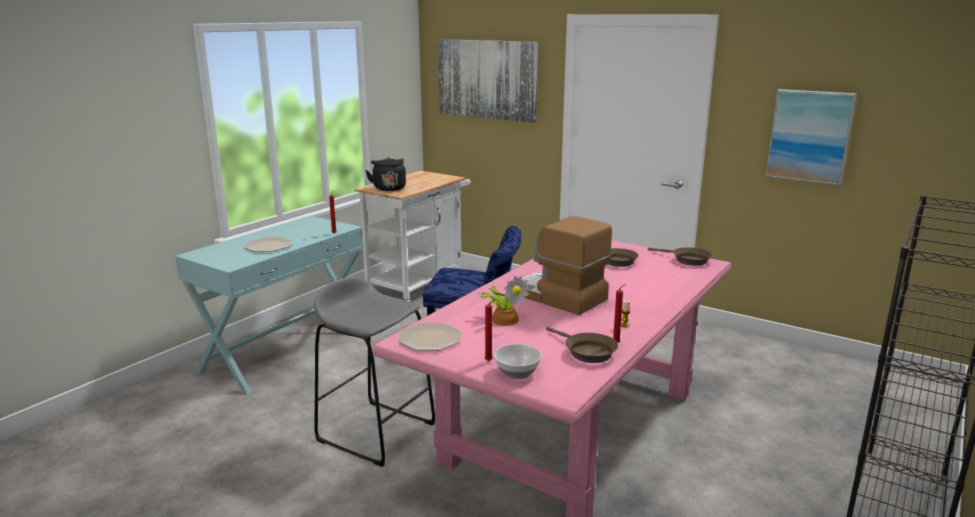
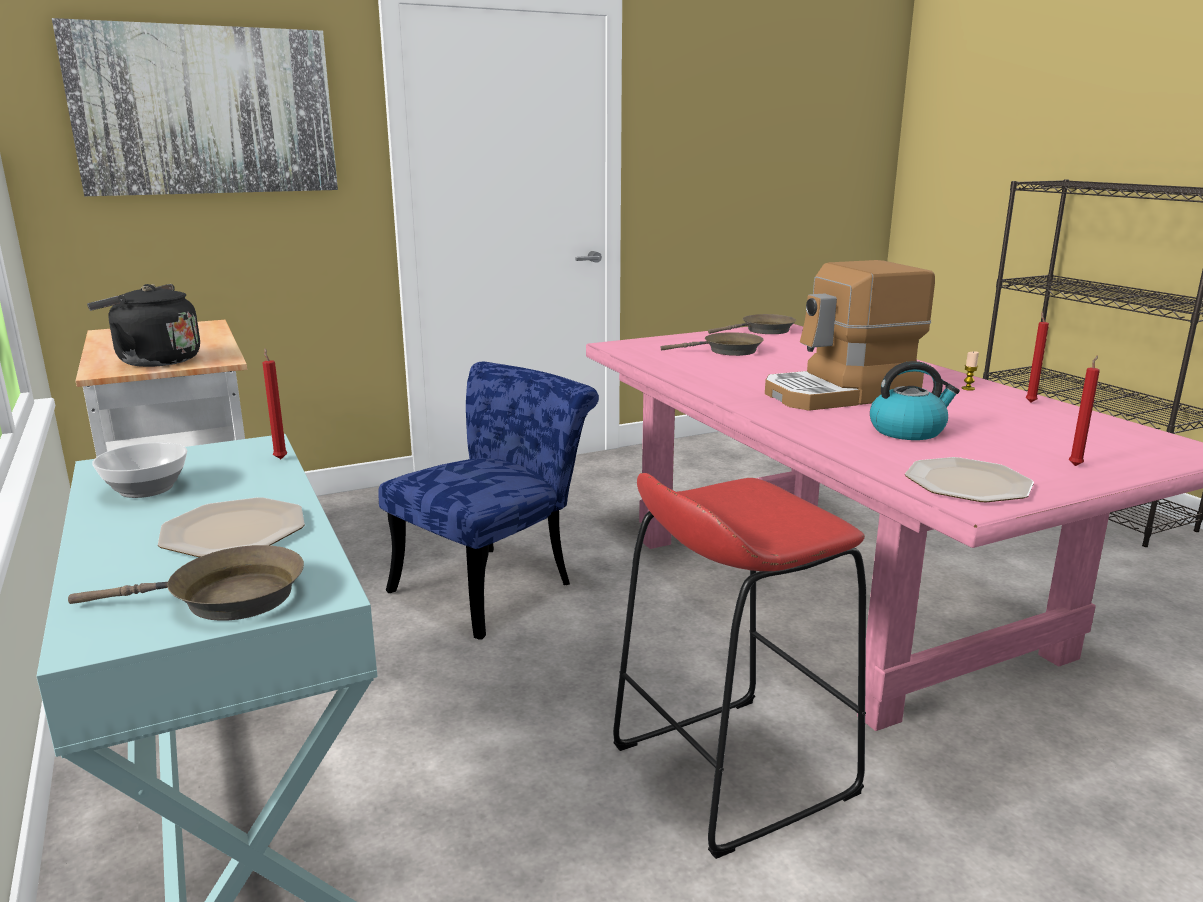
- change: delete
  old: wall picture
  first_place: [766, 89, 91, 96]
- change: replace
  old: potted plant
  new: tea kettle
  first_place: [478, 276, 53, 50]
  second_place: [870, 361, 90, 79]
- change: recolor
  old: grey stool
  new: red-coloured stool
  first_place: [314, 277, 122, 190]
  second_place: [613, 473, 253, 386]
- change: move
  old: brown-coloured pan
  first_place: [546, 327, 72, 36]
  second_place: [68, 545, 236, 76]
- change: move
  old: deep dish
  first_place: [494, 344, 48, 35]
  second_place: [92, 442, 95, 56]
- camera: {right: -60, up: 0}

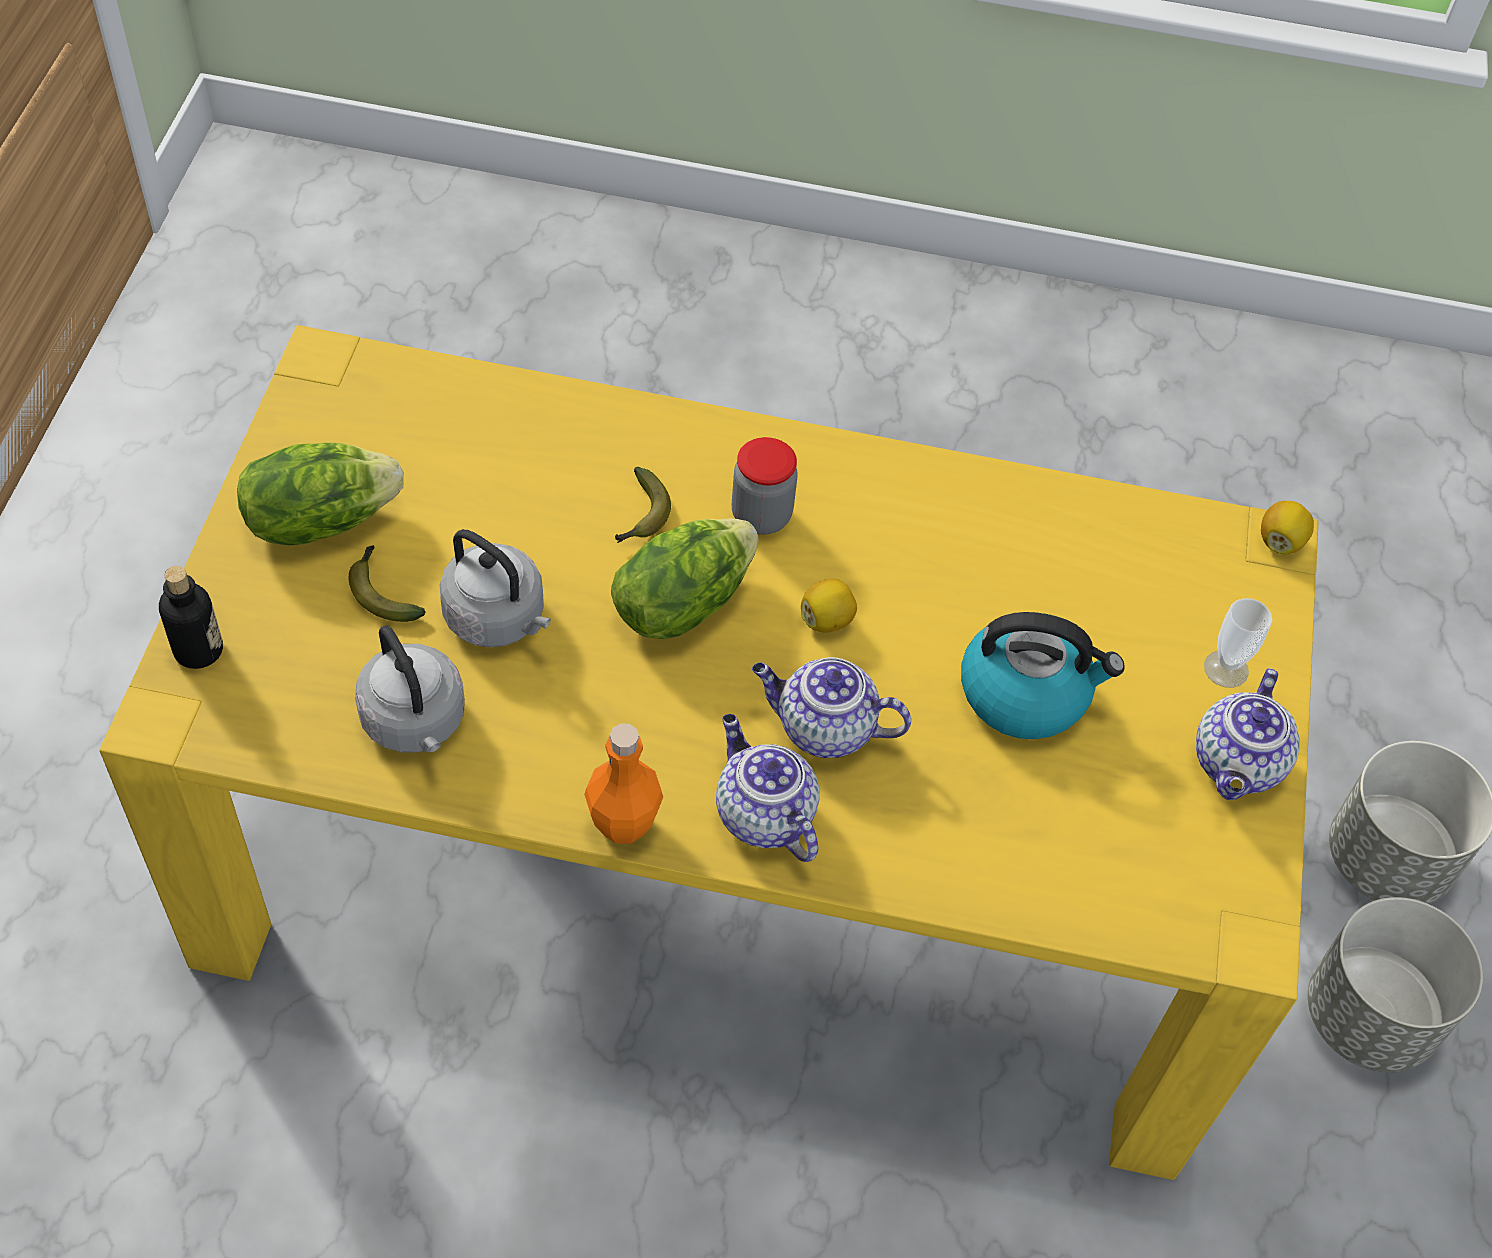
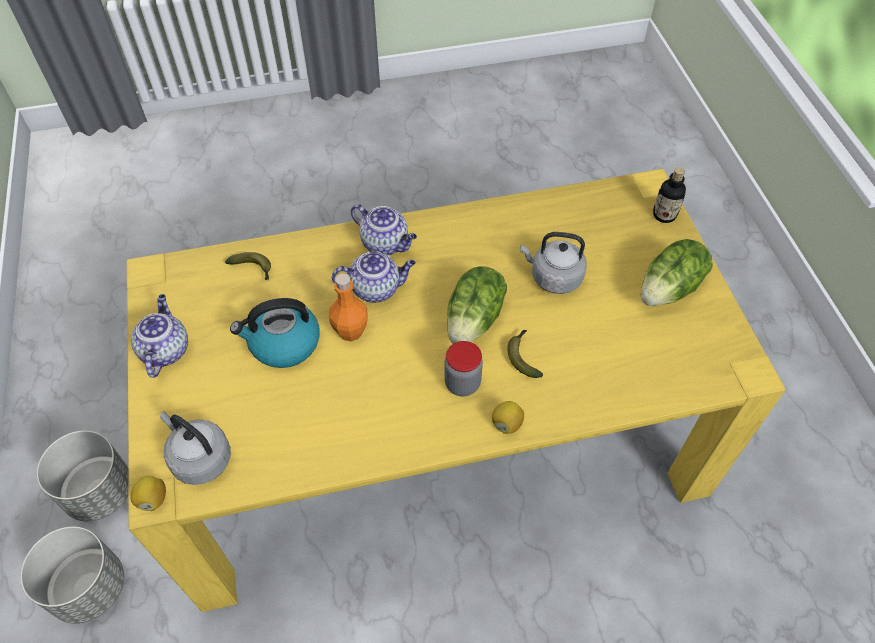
- change: move
  old: banana fruit
  first_place: [349, 545, 77, 77]
  second_place: [225, 252, 46, 28]
- change: move
  old: whole lemon
  first_place: [801, 578, 56, 55]
  second_place: [492, 401, 32, 33]
- change: delete
  old: drinking cup
  first_place: [1204, 598, 68, 90]
- change: move
  old: grey tea kettle
  first_place: [355, 625, 110, 128]
  second_place: [160, 411, 71, 74]
- change: move
  old: orangey bottle
  first_place: [584, 723, 79, 121]
  second_place: [329, 273, 39, 69]
- camera: {right: 160, up: 0}

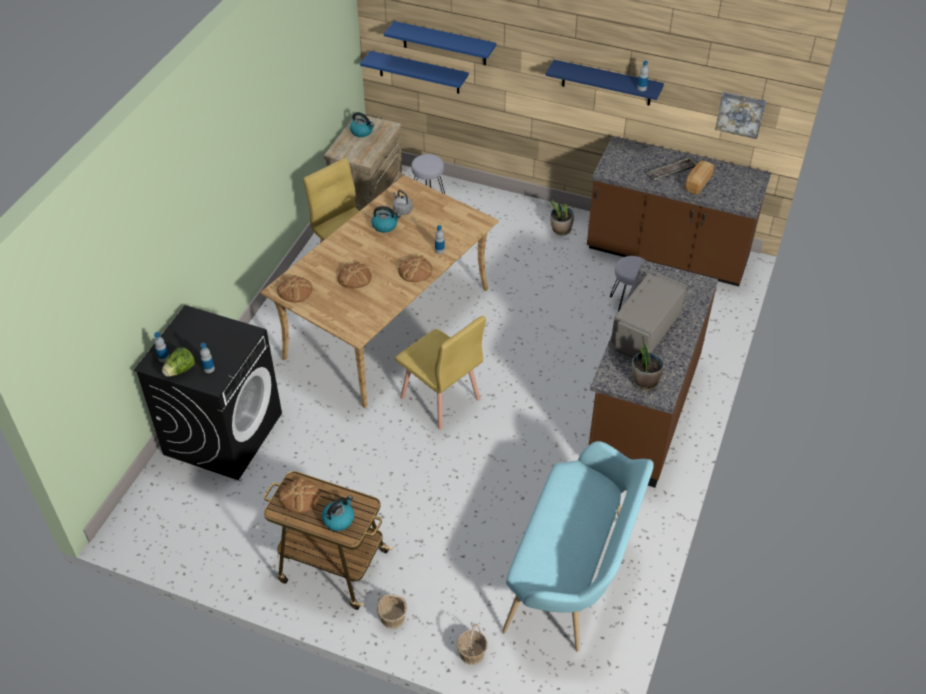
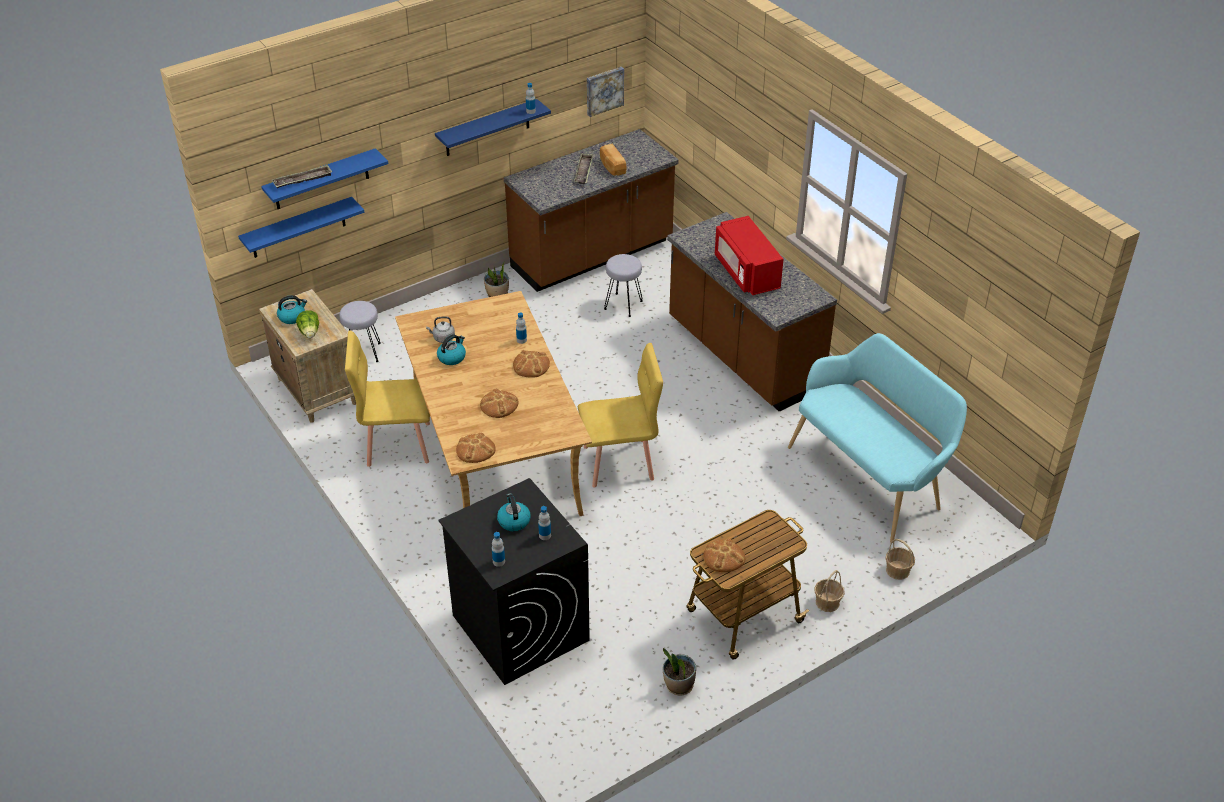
- change: recolor
  old: grey microwave
  new: red-coloured microwave
  first_place: [611, 273, 76, 85]
  second_place: [715, 216, 69, 79]
- change: move
  old: potted plant
  first_place: [632, 334, 32, 56]
  second_place: [663, 648, 33, 48]
- change: move
  old: lettuce
  first_place: [162, 347, 33, 30]
  second_place: [296, 310, 23, 28]
- change: move
  old: tea kettle
  first_place: [322, 495, 32, 36]
  second_place: [497, 493, 34, 38]
- change: insert
  new: carrying tray
  second_place: [272, 164, 60, 24]
- camera: {right: -55, up: -5}

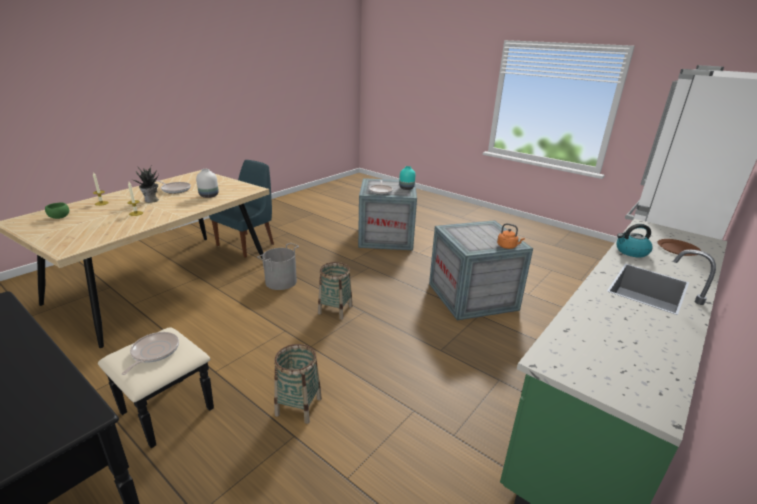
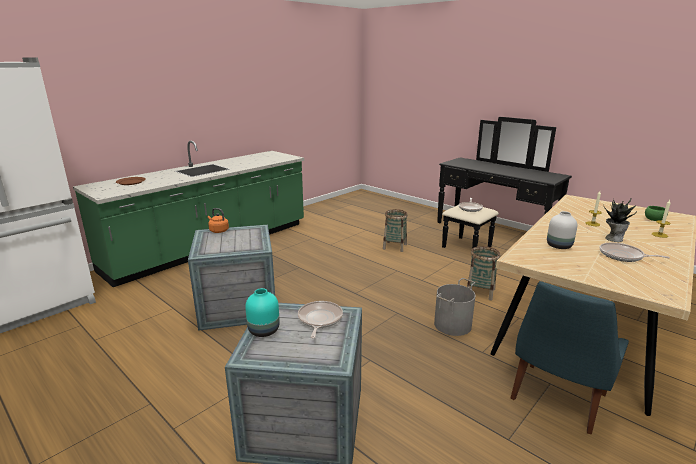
- change: delete
  old: tea kettle
  first_place: [616, 224, 37, 34]
- change: move
  old: storage basket
  first_place: [318, 262, 34, 58]
  second_place: [467, 246, 33, 54]
- camera: {right: -175, up: -5}

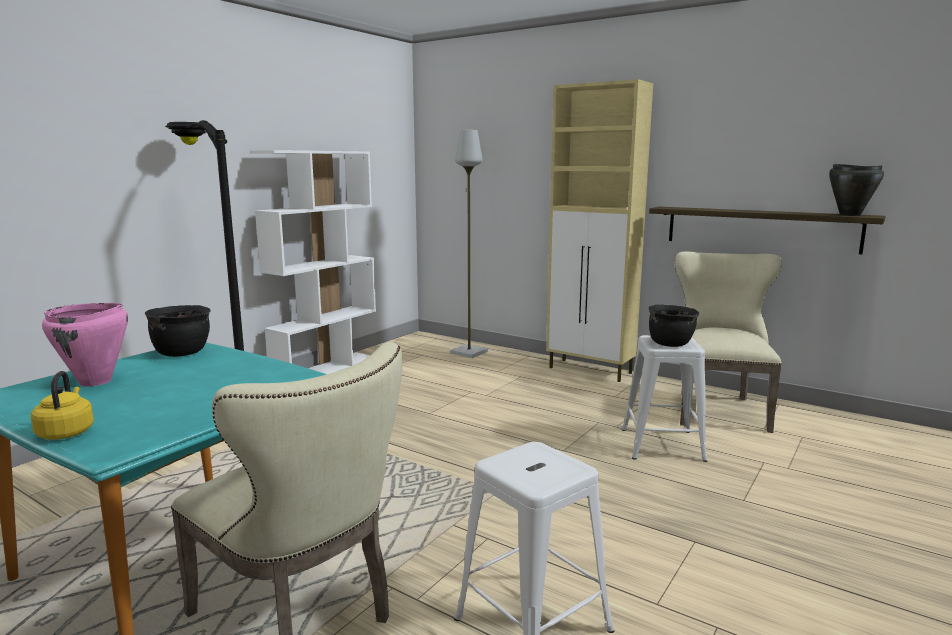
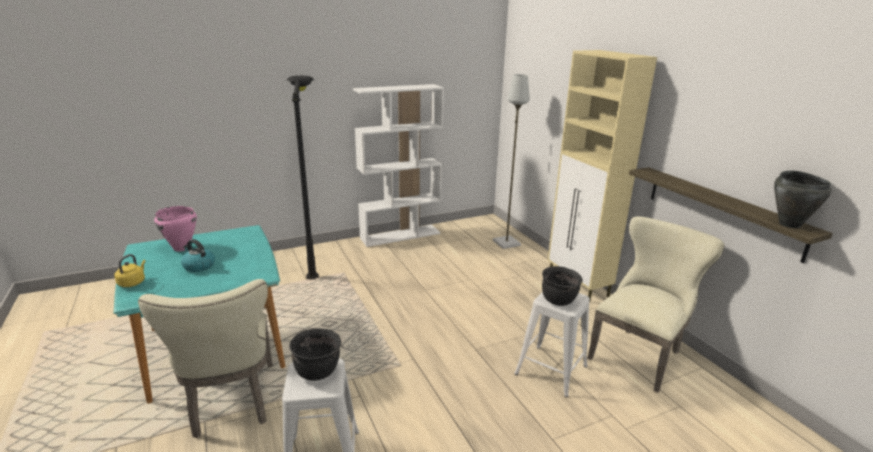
- change: move
  old: black-coloured stockpot
  first_place: [145, 305, 66, 52]
  second_place: [289, 328, 52, 53]
- change: insert
  new: tea kettle
  second_place: [181, 239, 34, 33]
- camera: {right: 30, up: 10}

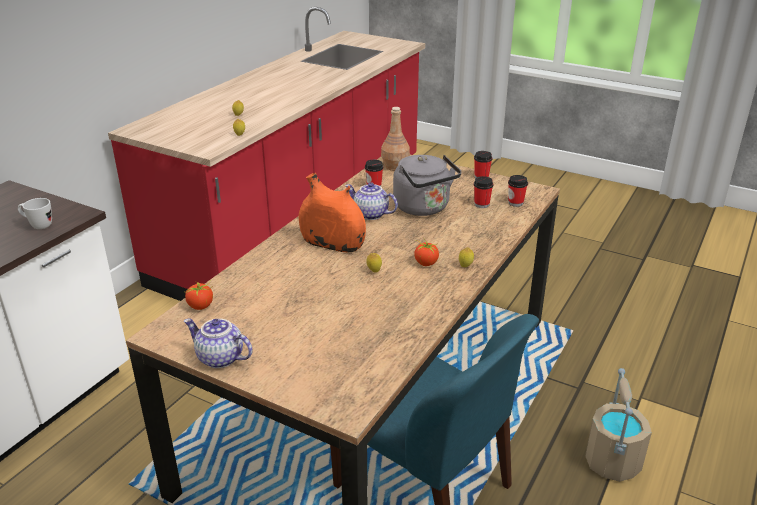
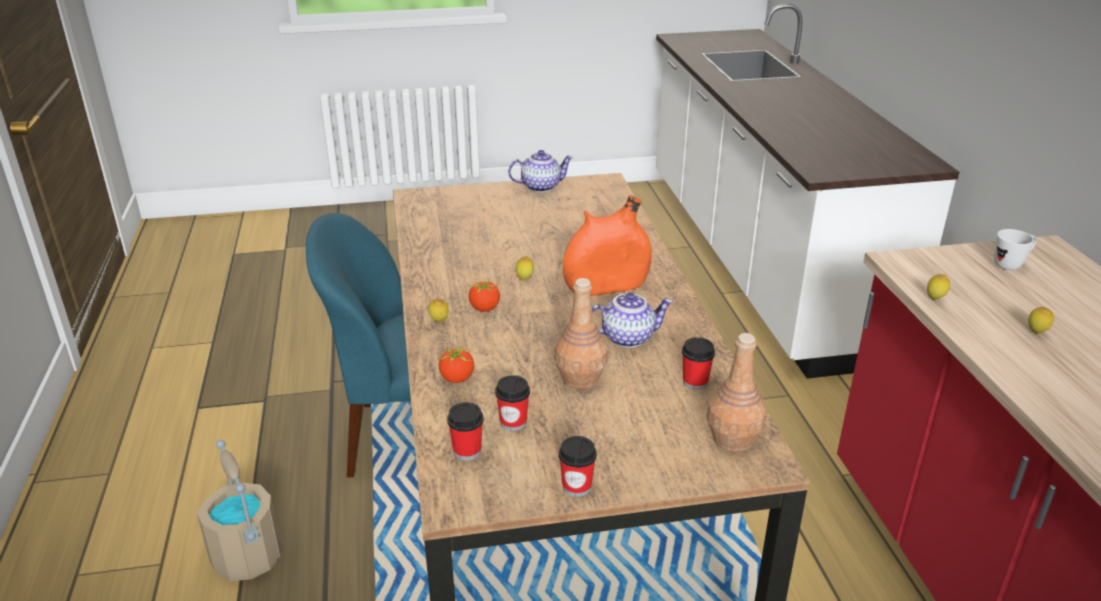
- change: replace
  old: grey tea kettle
  new: brown-coloured bottle
  first_place: [393, 155, 68, 61]
  second_place: [555, 278, 53, 111]
- change: move
  old: whitish tea mug
  first_place: [18, 198, 34, 31]
  second_place: [994, 229, 43, 41]
- change: move
  old: fresh tomato
  first_place: [183, 280, 30, 30]
  second_place: [438, 346, 36, 37]
- camera: {right: 140, up: 0}

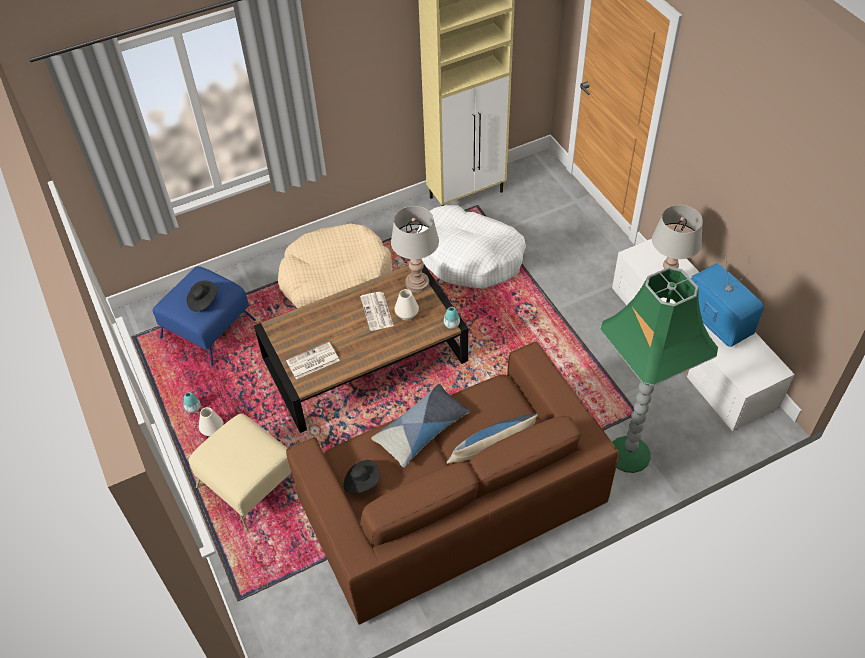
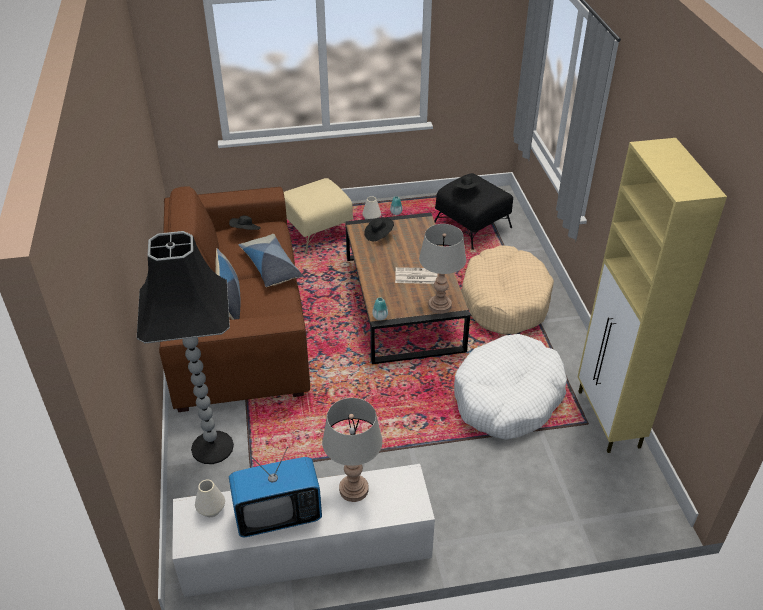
- change: recolor
  old: blue ottoman
  new: black-coloured ottoman
  first_place: [153, 266, 103, 100]
  second_place: [435, 173, 78, 77]
- change: recolor
  old: greenish standing lamp
  new: black-coloured standing lamp
  first_place: [600, 267, 118, 206]
  second_place: [137, 231, 97, 233]
- change: move
  old: whitish decorative vase
  first_place: [395, 289, 24, 31]
  second_place: [195, 479, 30, 38]
- change: replace
  old: daily paper
  new: black-coloured hat
  first_place: [286, 342, 54, 37]
  second_place: [364, 217, 30, 24]
- camera: {right: 105, up: -10}

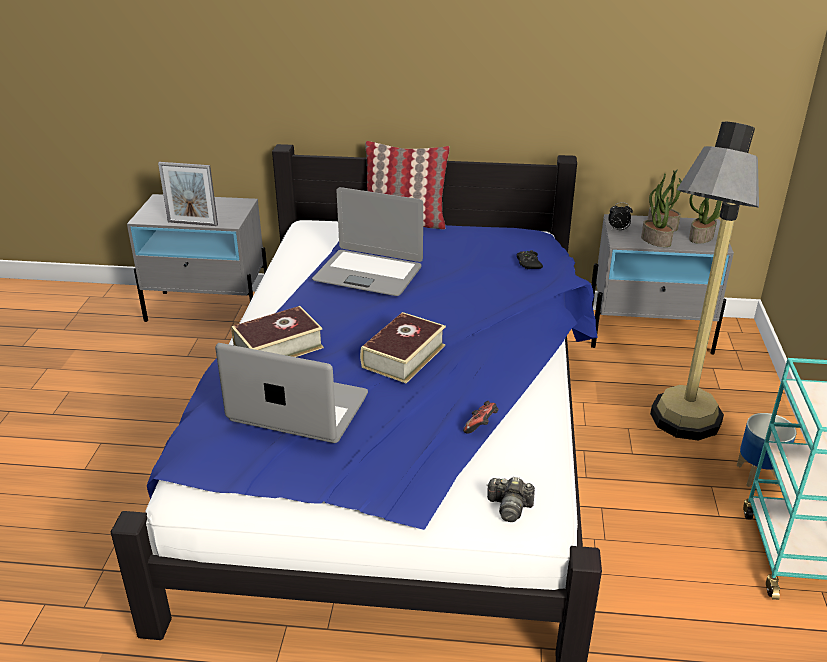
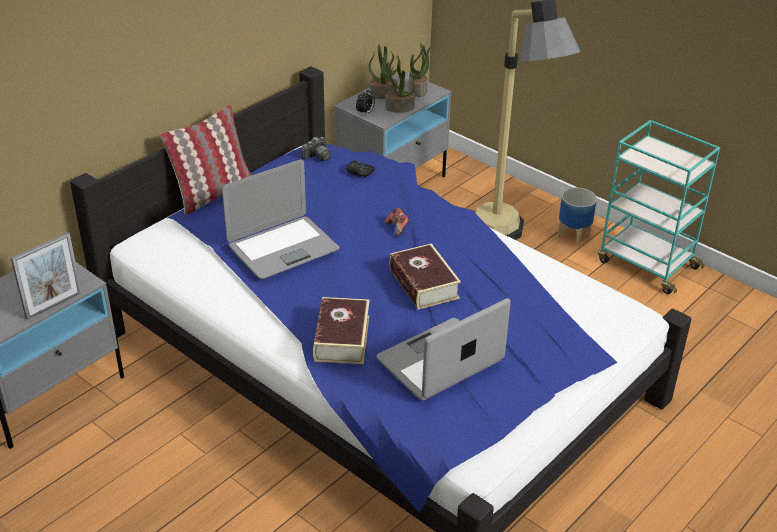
- change: move
  old: game controller
  first_place: [463, 401, 35, 33]
  second_place: [385, 208, 25, 28]
- change: move
  old: photo camera
  first_place: [487, 477, 48, 45]
  second_place: [301, 137, 30, 24]
- camera: {right: -55, up: 5}

